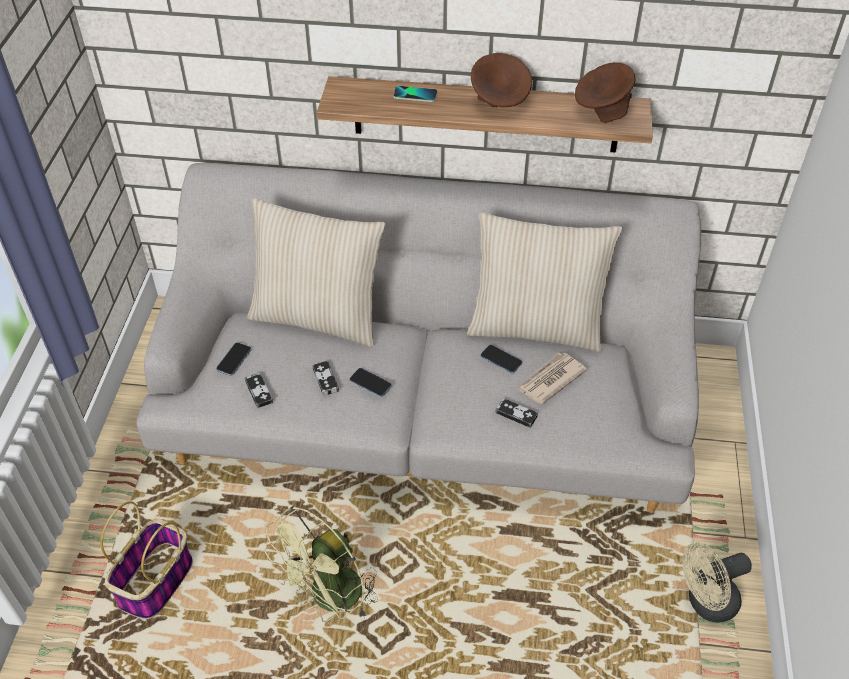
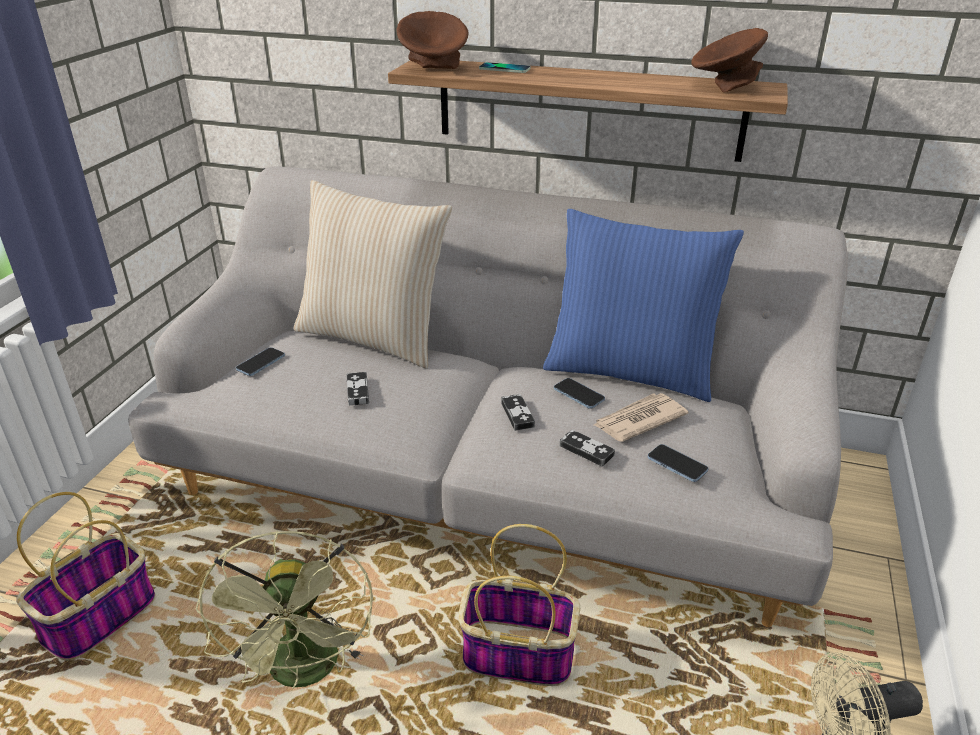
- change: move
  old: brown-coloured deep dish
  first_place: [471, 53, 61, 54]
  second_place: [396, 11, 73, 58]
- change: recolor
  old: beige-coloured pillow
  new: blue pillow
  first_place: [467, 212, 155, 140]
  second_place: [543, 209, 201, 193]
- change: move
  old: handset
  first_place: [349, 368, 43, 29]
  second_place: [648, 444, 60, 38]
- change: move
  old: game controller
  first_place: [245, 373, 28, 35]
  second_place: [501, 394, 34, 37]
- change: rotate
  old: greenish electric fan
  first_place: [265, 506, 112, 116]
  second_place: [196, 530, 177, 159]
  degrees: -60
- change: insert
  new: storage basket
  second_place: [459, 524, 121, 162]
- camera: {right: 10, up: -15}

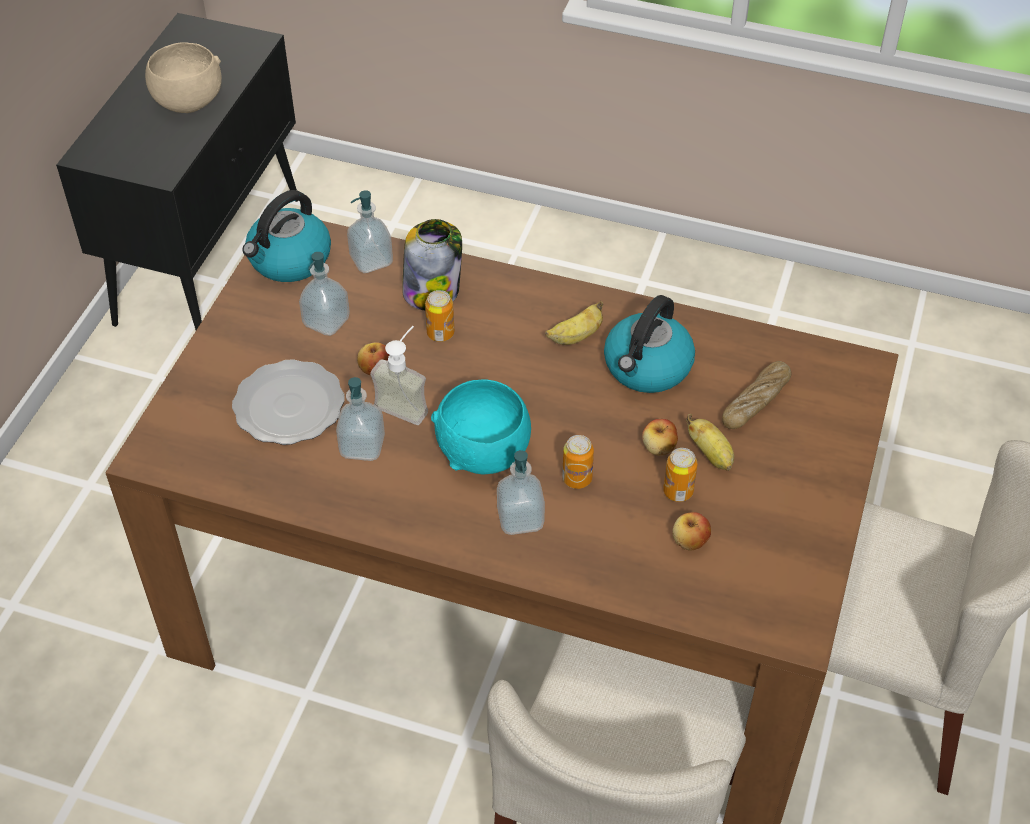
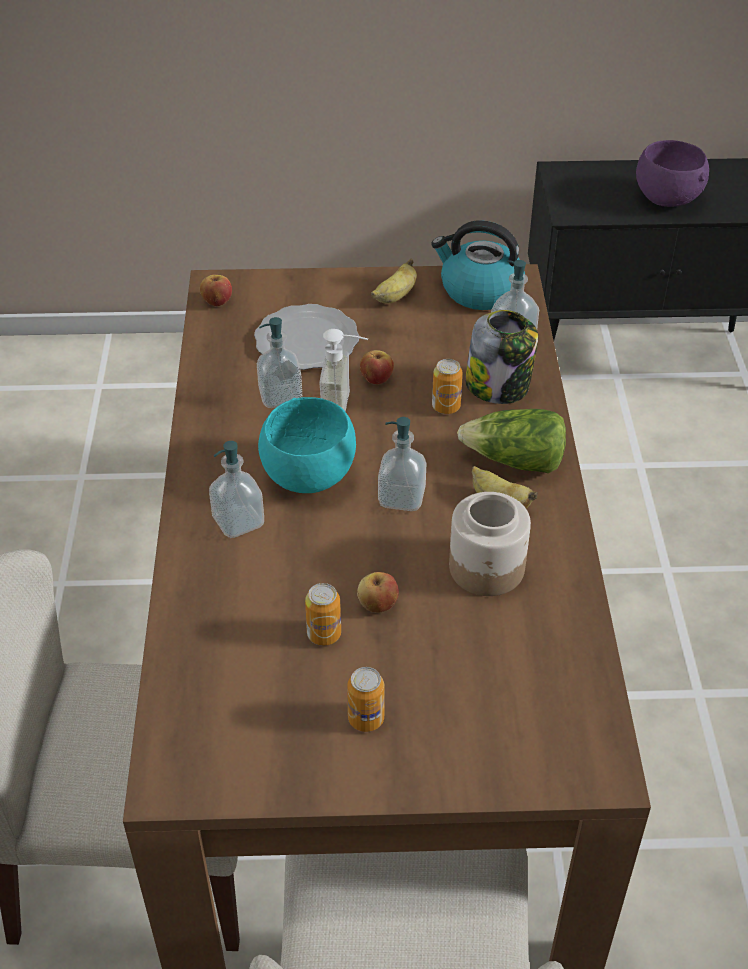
- change: recolor
  old: beige-coloured deep dish
  new: purple deep dish
  first_place: [145, 42, 77, 71]
  second_place: [636, 140, 73, 67]
- change: move
  old: soap dispenser
  first_place: [299, 252, 51, 84]
  second_place: [378, 417, 49, 94]
- change: replace
  old: tea kettle
  new: preserve jar
  first_place: [604, 295, 91, 98]
  second_place: [449, 492, 82, 104]
- change: delete
  old: baked bread
  first_place: [722, 361, 70, 68]
- change: move
  old: banana fruit
  first_place: [686, 414, 48, 57]
  second_place: [371, 259, 46, 44]
- change: move
  old: sealed can
  first_place: [562, 435, 32, 54]
  second_place: [347, 667, 38, 65]
- change: move
  old: whole apple
  first_place: [672, 512, 39, 39]
  second_place: [200, 275, 32, 31]
- change: insert
  new: lettuce
  second_place: [457, 409, 109, 64]
- camera: {right: 70, up: -5}

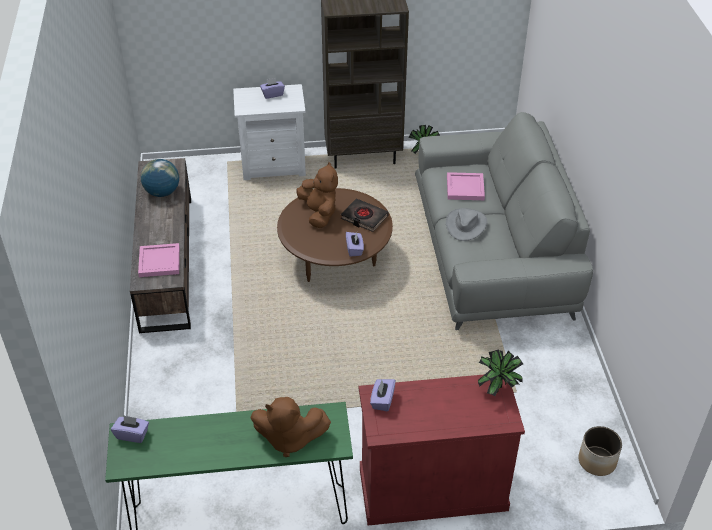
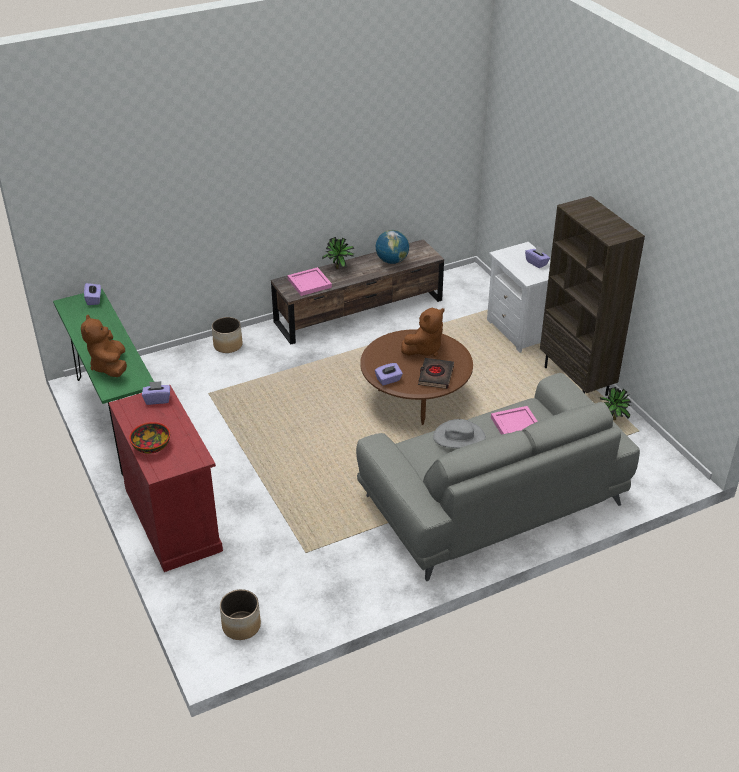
- change: move
  old: potted plant
  first_place: [478, 349, 45, 47]
  second_place: [322, 237, 32, 32]
- change: insert
  new: planter
  second_place: [212, 317, 31, 36]
- change: insert
  new: deep dish
  second_place: [129, 422, 41, 32]
- camera: {right: 70, up: -5}

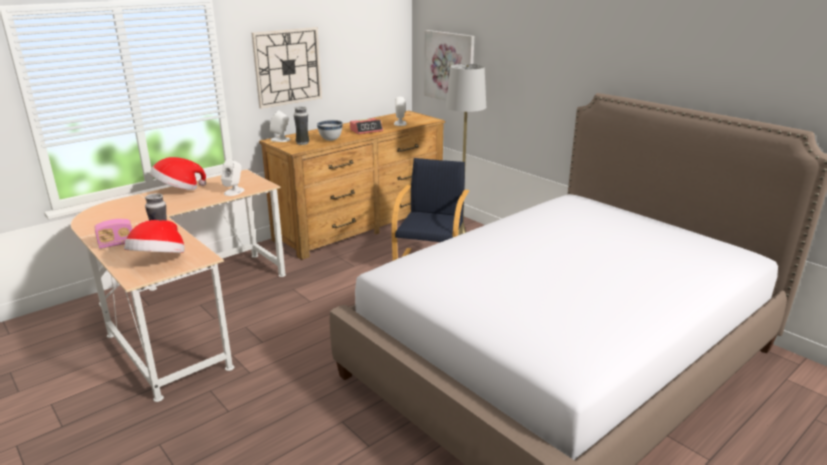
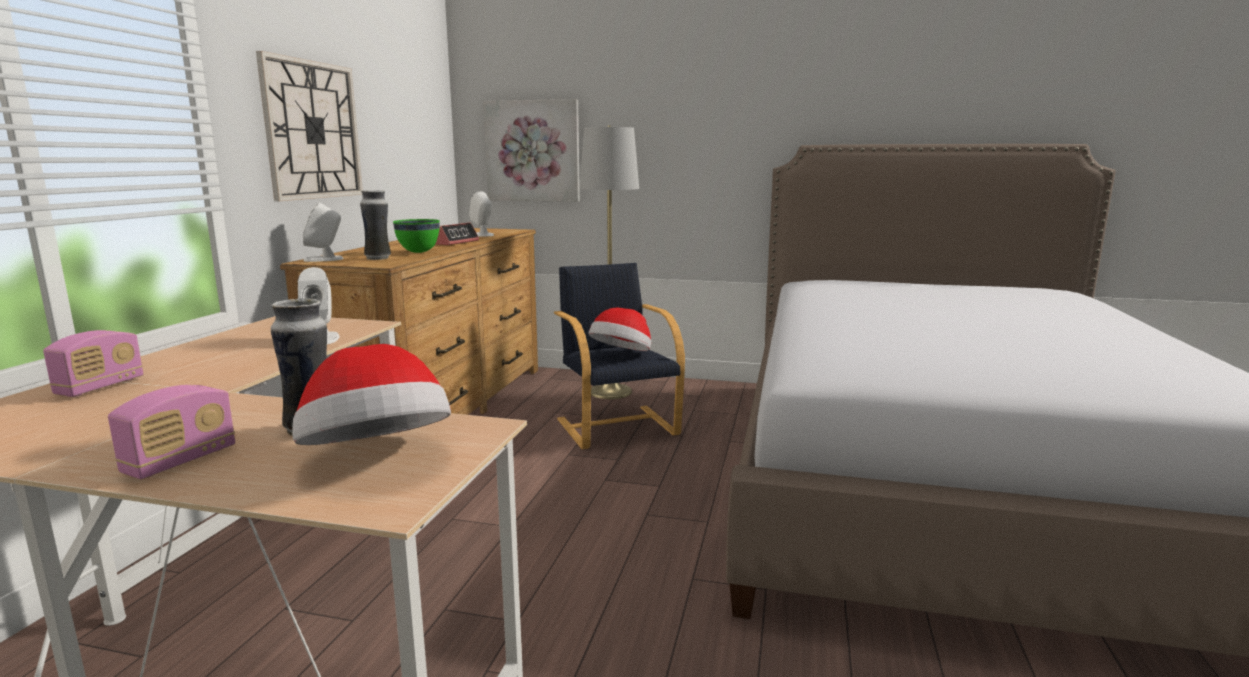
- change: recolor
  old: whitish deep dish
  new: greenish deep dish
  first_place: [317, 120, 26, 21]
  second_place: [393, 219, 47, 34]
- change: move
  old: hat
  first_place: [150, 157, 56, 33]
  second_place: [589, 308, 62, 43]
- change: insert
  new: radio receiver
  second_place: [43, 330, 100, 67]
- camera: {right: -35, up: -10}

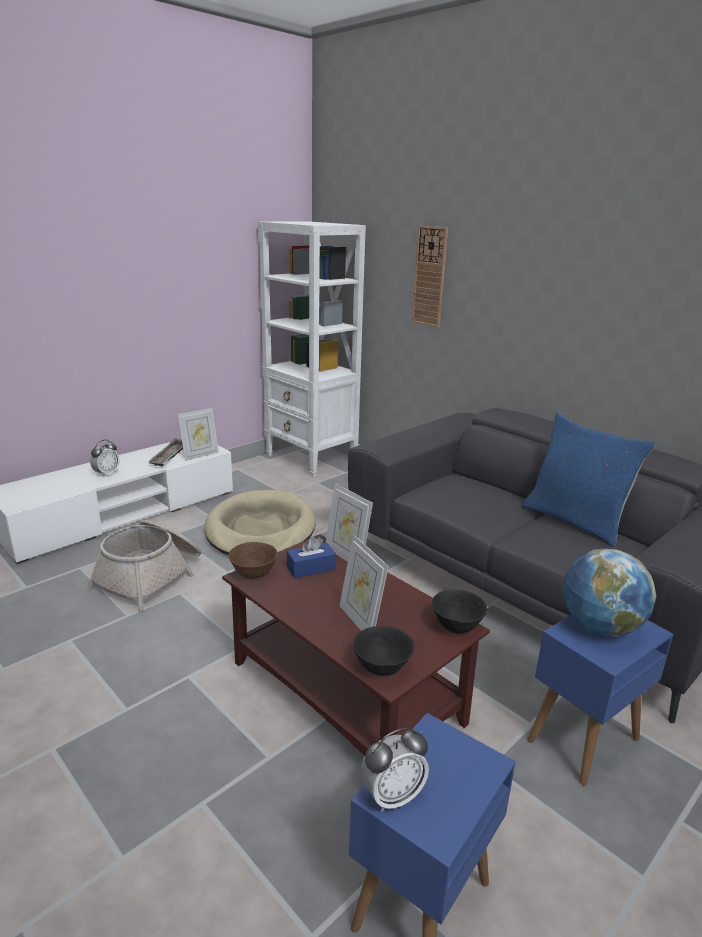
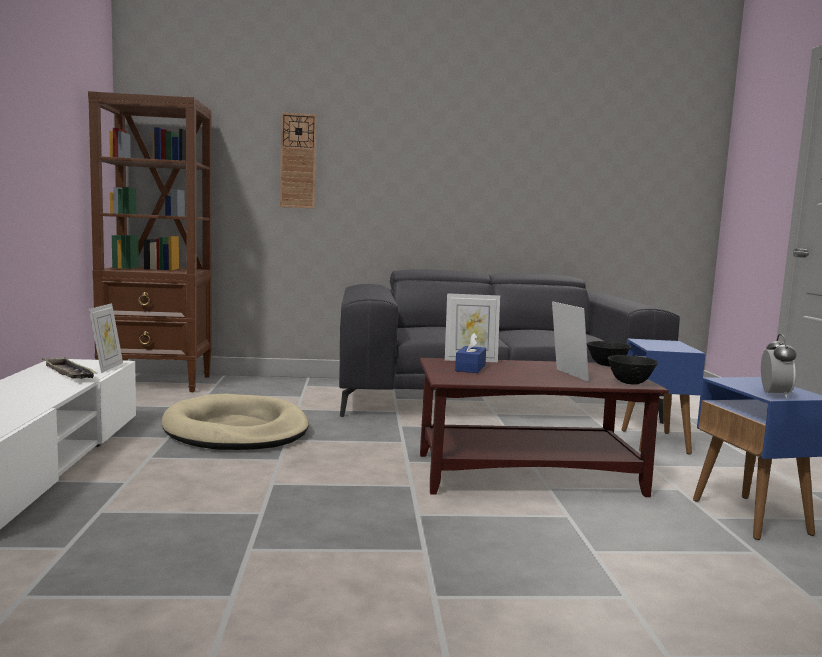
- change: recolor
  old: whitish shelving unit
  new: brown-coloured shelving unit
  first_place: [258, 221, 108, 256]
  second_place: [88, 91, 124, 301]
- change: delete
  old: blue pillow
  first_place: [522, 412, 134, 135]
- change: delete
  old: bedside clock
  first_place: [90, 440, 30, 38]
- change: delete
  old: storage basket
  first_place: [87, 520, 114, 91]
- change: rotate
  old: photo frame
  first_place: [339, 534, 50, 97]
  second_place: [552, 301, 37, 81]
  degrees: -120
- change: delete
  old: brown-coloured deep dish
  first_place: [228, 542, 50, 37]
- change: delete
  old: world globe
  first_place: [563, 549, 93, 88]
- camera: {right: -50, up: -15}

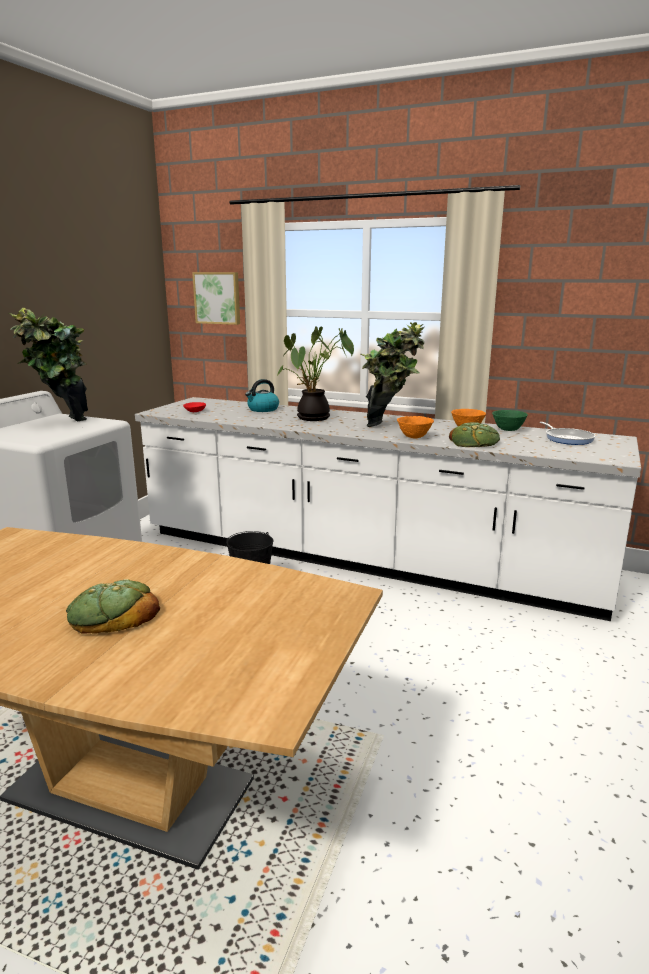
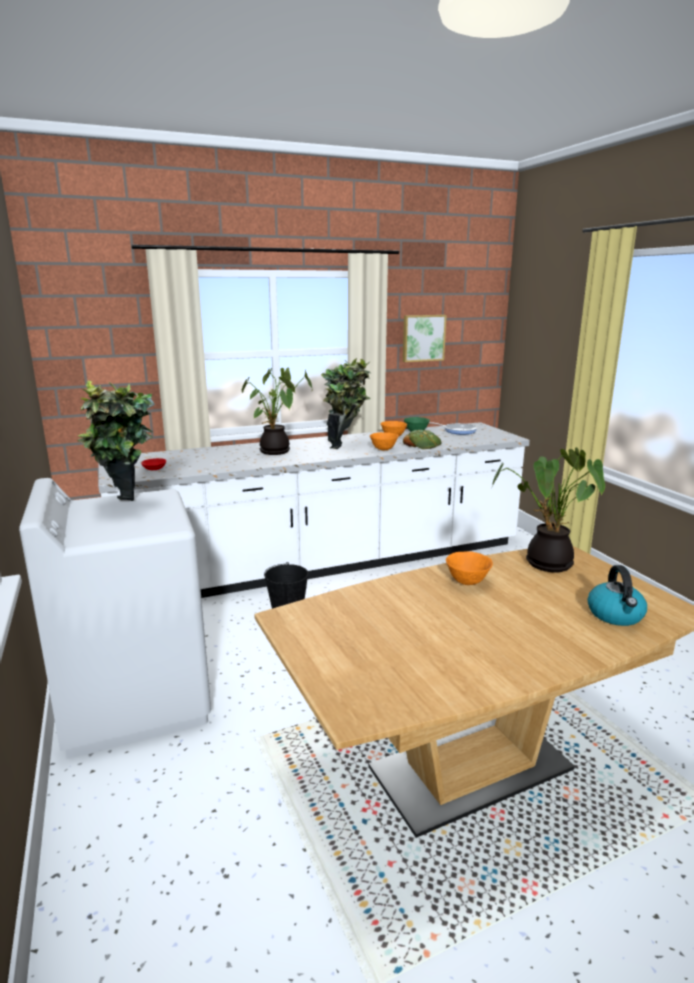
- change: move
  old: wall picture
  first_place: [192, 272, 48, 53]
  second_place: [403, 315, 44, 47]
- change: move
  old: tea kettle
  first_place: [245, 379, 34, 33]
  second_place: [588, 565, 59, 61]
- change: delete
  old: baked bread
  first_place: [66, 579, 94, 55]
- change: insert
  new: potted plant
  second_place: [491, 447, 114, 125]
- change: insert
  new: orangey deep dish
  second_place: [446, 551, 47, 34]
- camera: {right: -45, up: 0}

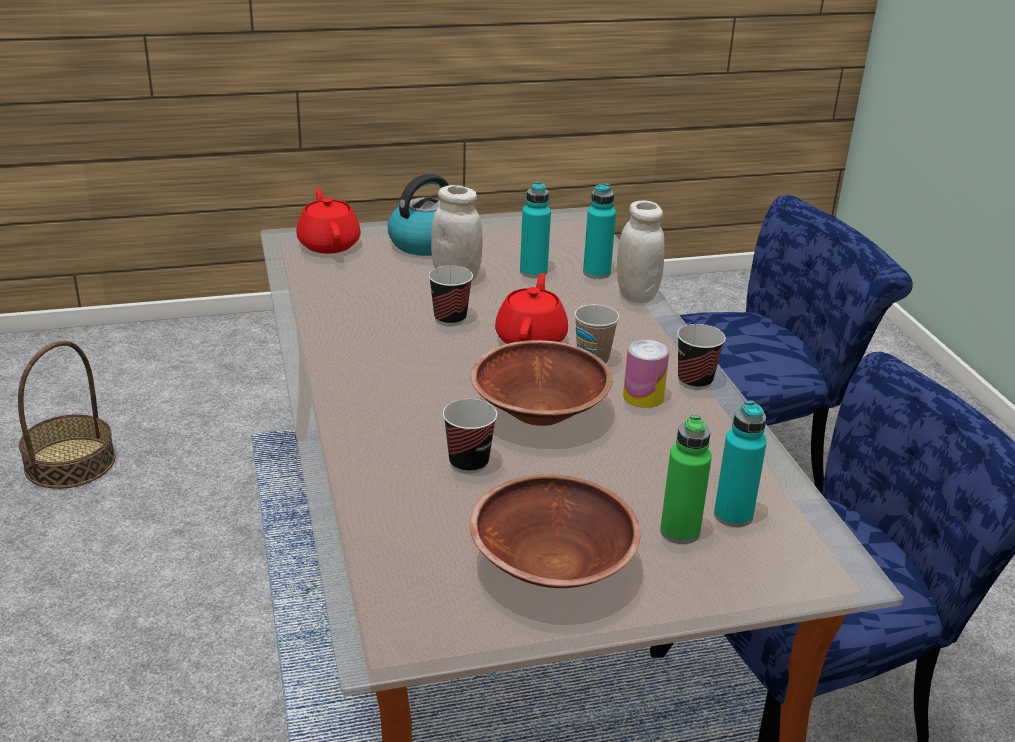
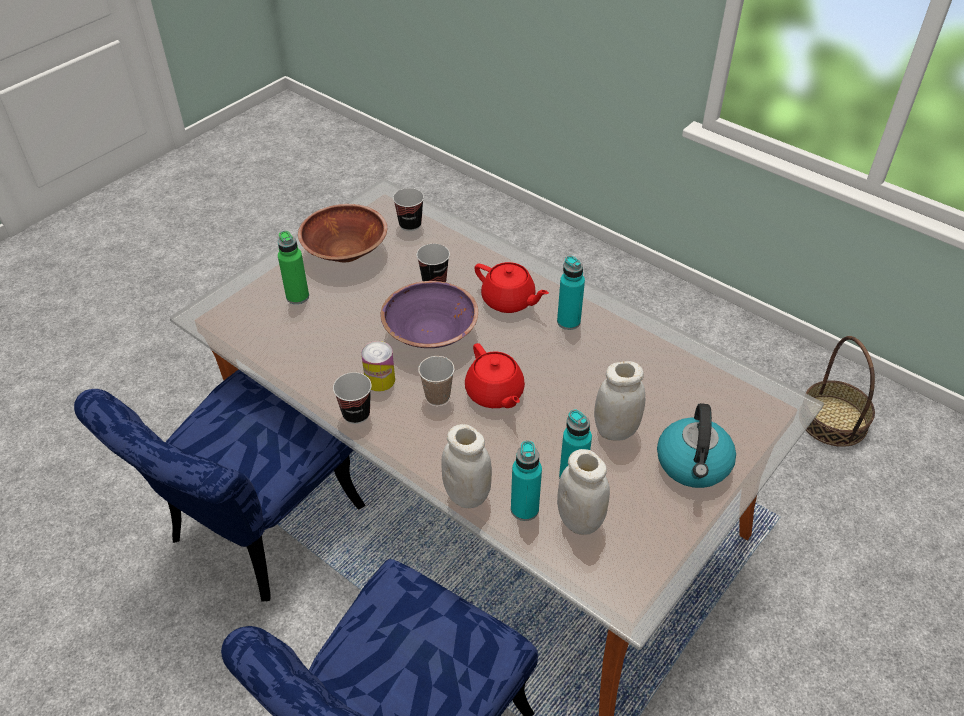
- change: move
  old: red-coloured teapot
  first_place: [296, 188, 65, 66]
  second_place: [474, 262, 75, 51]
- change: move
  old: drinking cup
  first_place: [429, 265, 44, 61]
  second_place: [393, 188, 31, 43]
- change: recolor
  old: brown-coloured deep dish
  new: purple deep dish
  first_place: [470, 340, 143, 86]
  second_place: [381, 281, 97, 67]
- change: move
  old: blue-green bottle
  first_place: [714, 400, 53, 127]
  second_place: [557, 256, 28, 74]
- change: insert
  new: whitish preserve jar
  second_place: [557, 449, 53, 86]
- camera: {right: 145, up: 15}

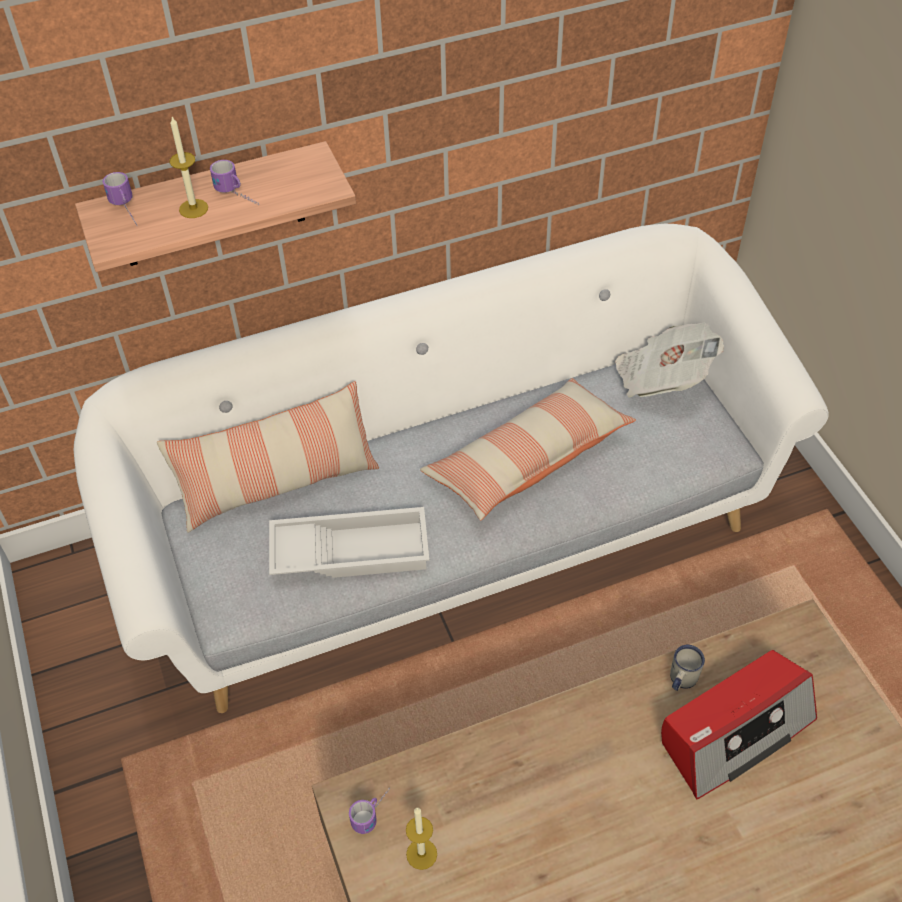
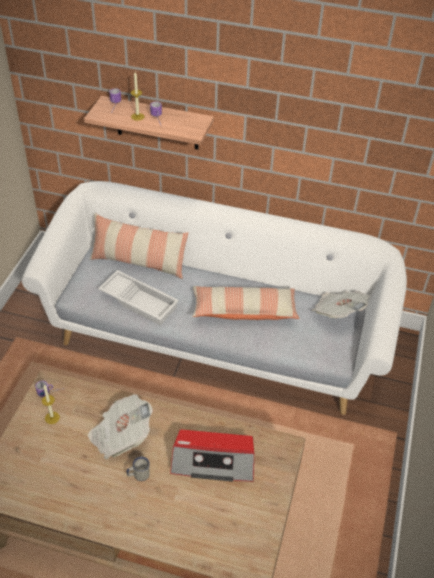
- change: move
  old: whitish tea mug
  first_place: [670, 645, 35, 46]
  second_place: [126, 456, 24, 25]
- change: insert
  new: daily paper
  second_place: [88, 394, 65, 66]
- camera: {right: 35, up: -5}

